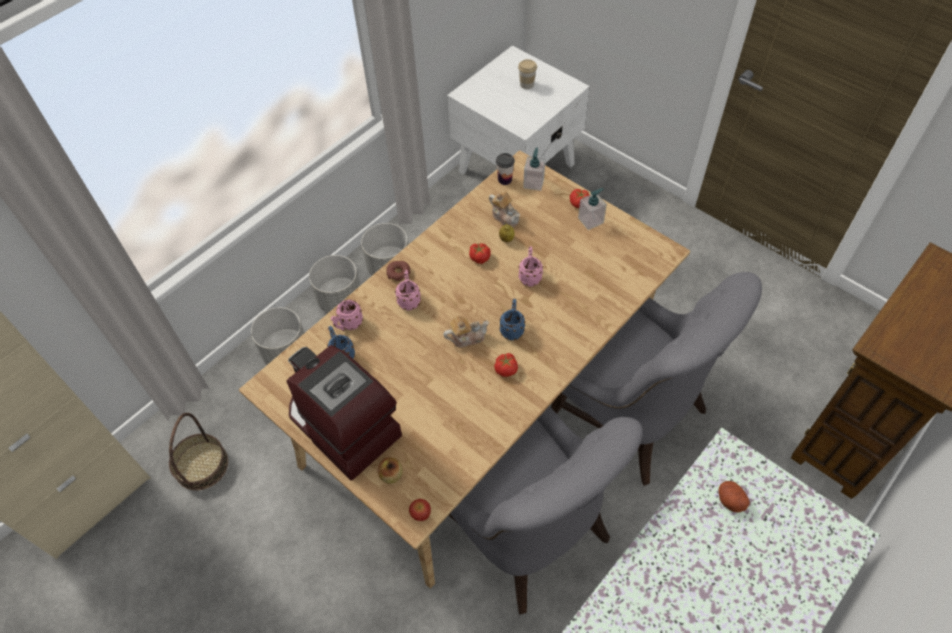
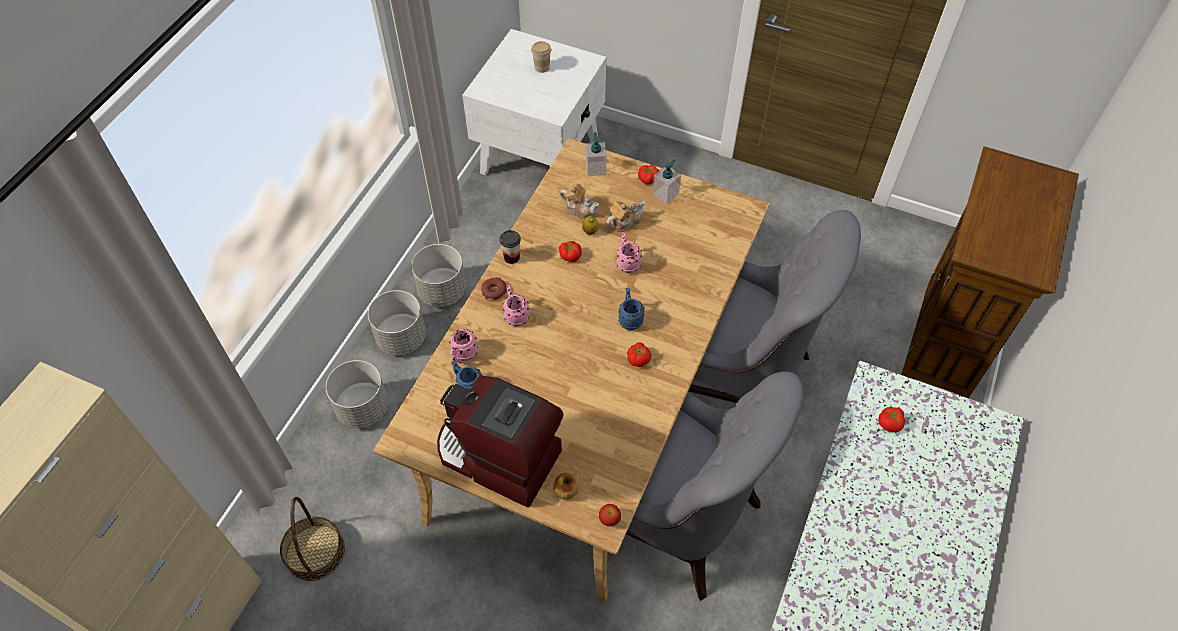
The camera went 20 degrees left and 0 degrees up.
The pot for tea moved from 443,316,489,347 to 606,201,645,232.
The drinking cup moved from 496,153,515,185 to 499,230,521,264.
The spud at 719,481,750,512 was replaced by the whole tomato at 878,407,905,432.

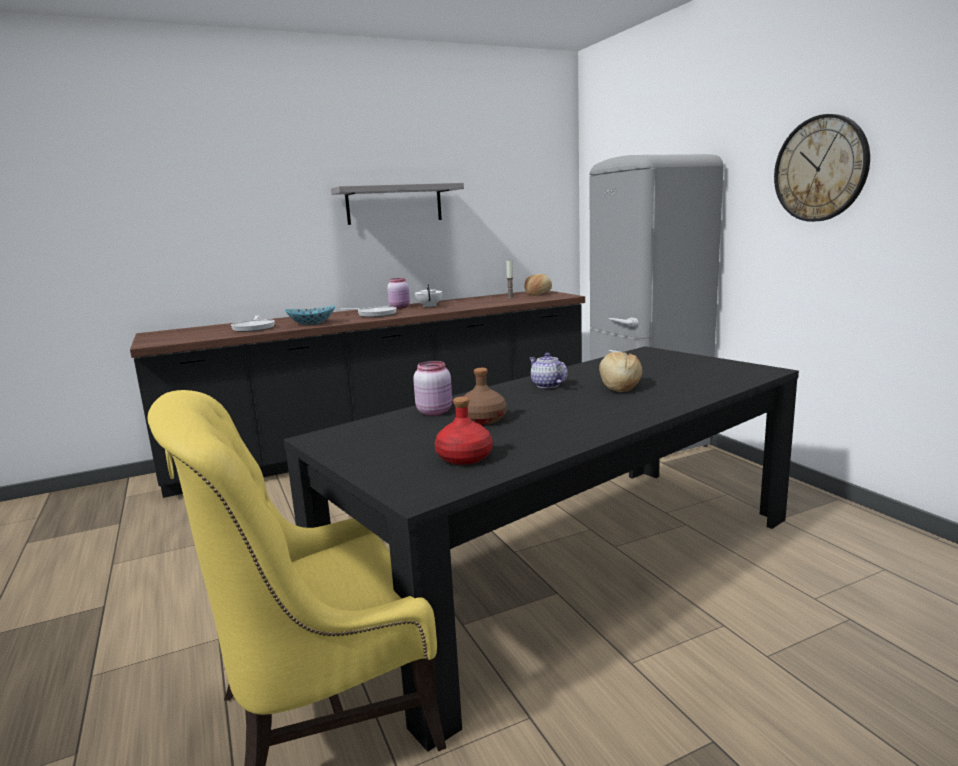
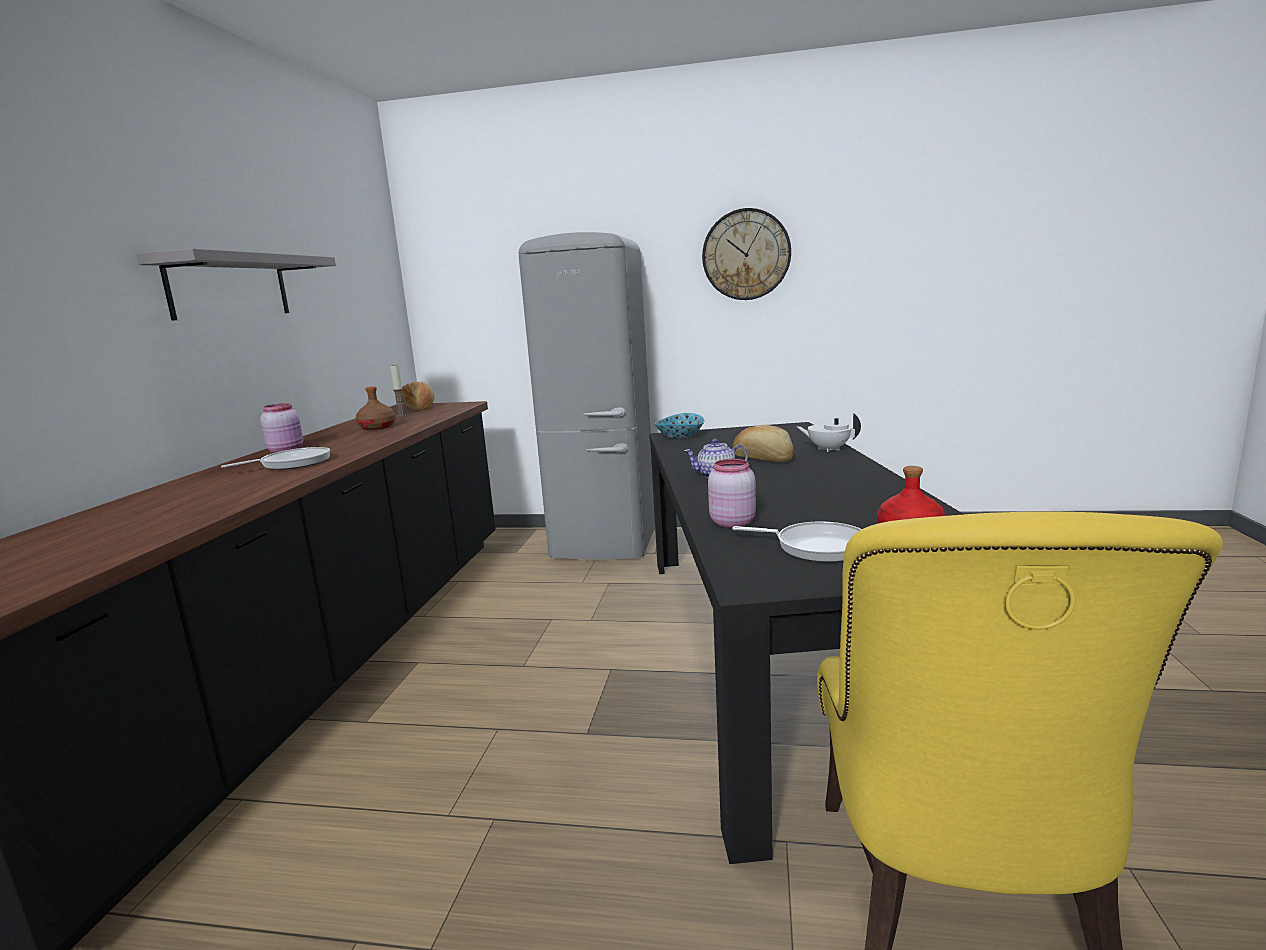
The camera went 55 degrees left and 0 degrees up.
The skillet moved from 231,315,275,332 to 732,521,862,562.
The deep dish moved from 285,306,335,325 to 655,413,705,440.
The white pot for tea moved from 415,284,442,308 to 797,413,861,452.
The brownish bottle moved from 463,368,507,425 to 355,387,396,430.

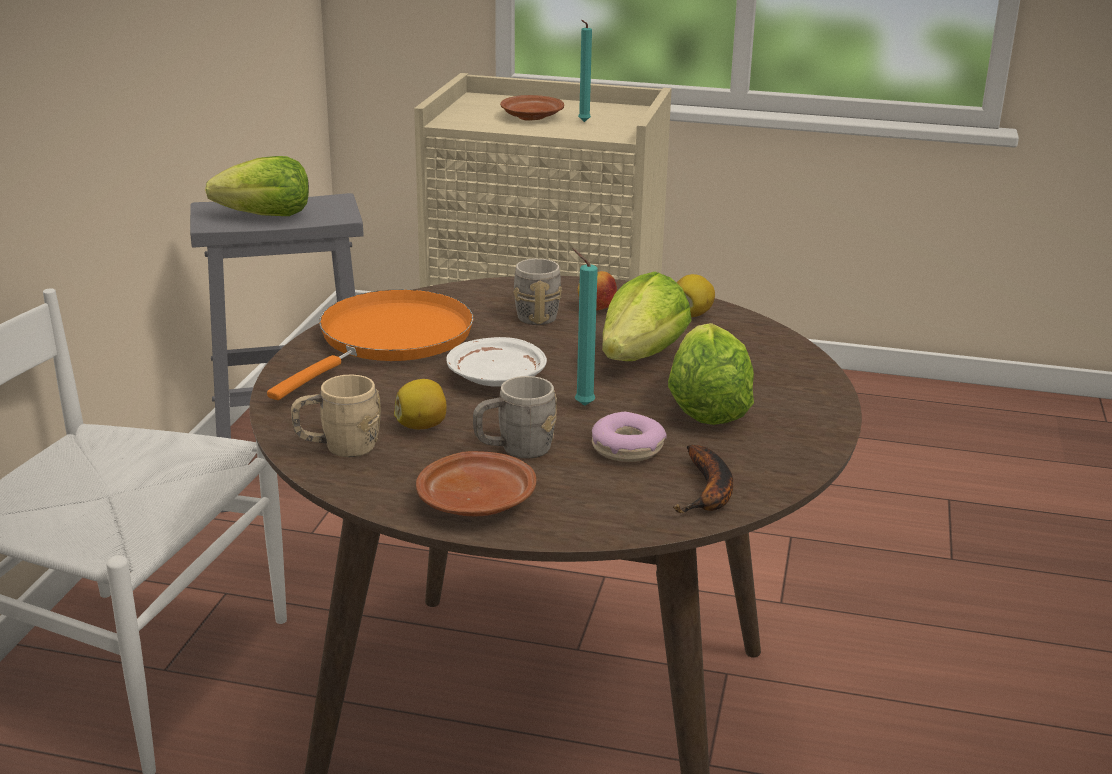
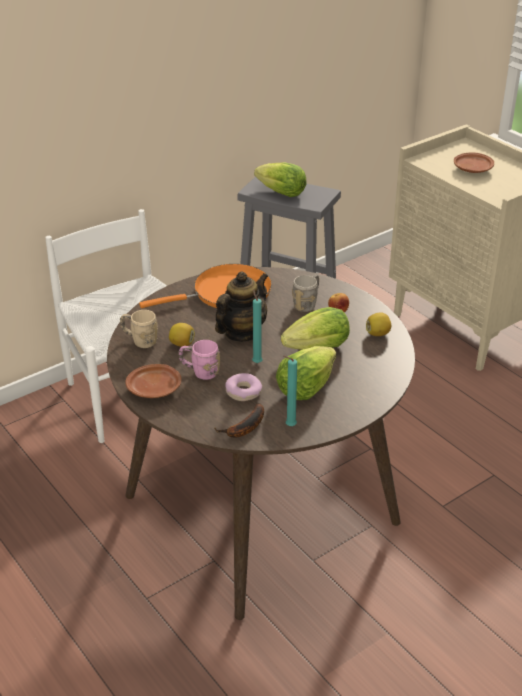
The camera went 40 degrees right and 10 degrees up.
The white plate at 446,337,547,387 was replaced by the pot for tea at 215,271,268,342.
The grey coffee mug at 473,376,557,459 became the pink-coloured coffee mug at 179,340,220,380.
The blue-green wax light moved from 578,20,592,122 to 284,356,297,426.

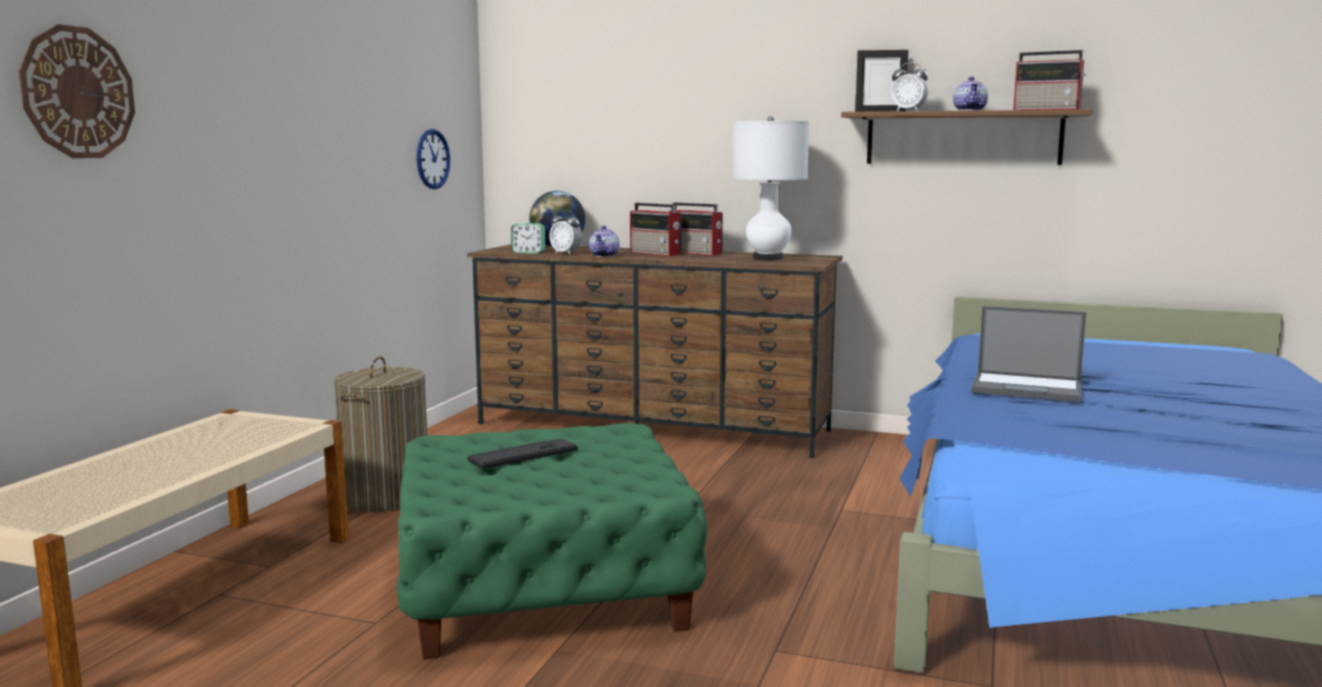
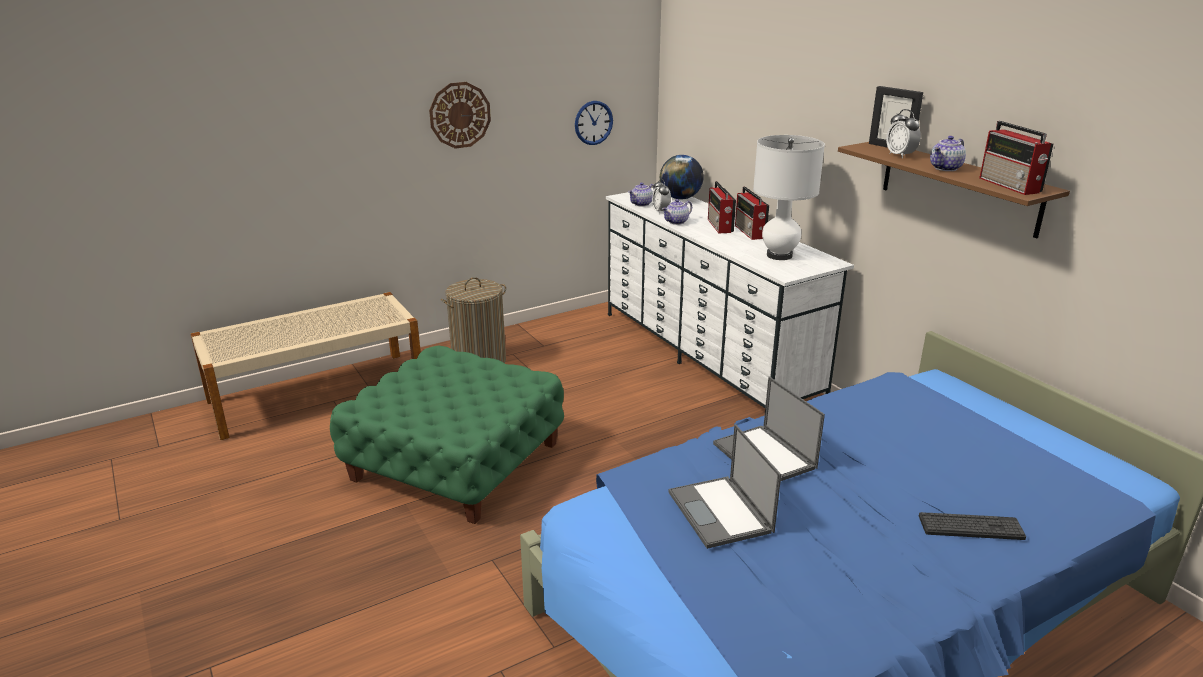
The camera went 40 degrees right and 15 degrees up.
The wall clock moved from 19,24,135,158 to 429,82,491,149.
The brownish drawer chest at 467,244,843,458 became the white drawer chest at 606,188,854,408.
The keyboard moved from 468,439,578,469 to 919,512,1026,540.
The table clock at 511,223,545,254 was replaced by the pot for tea at 628,182,655,207.
The laptop at 669,424,781,549 appeared.

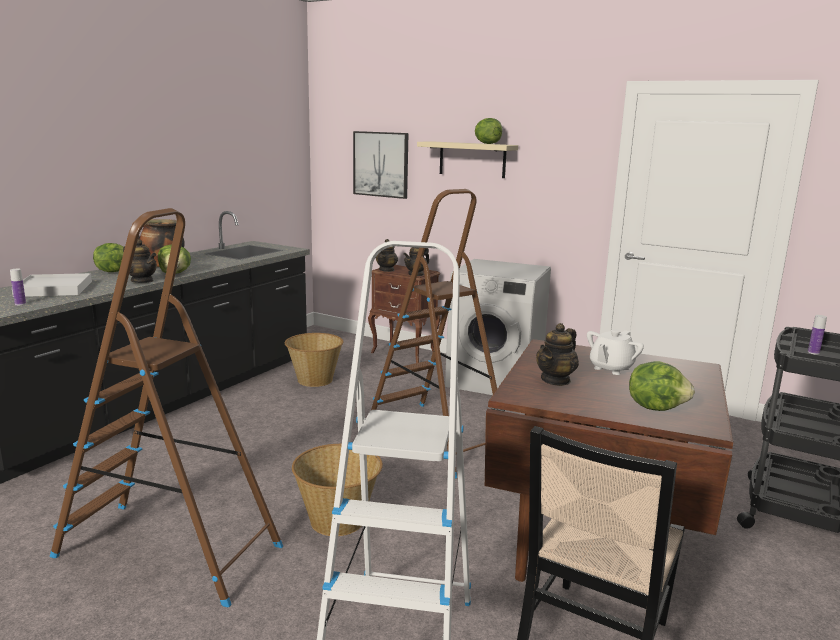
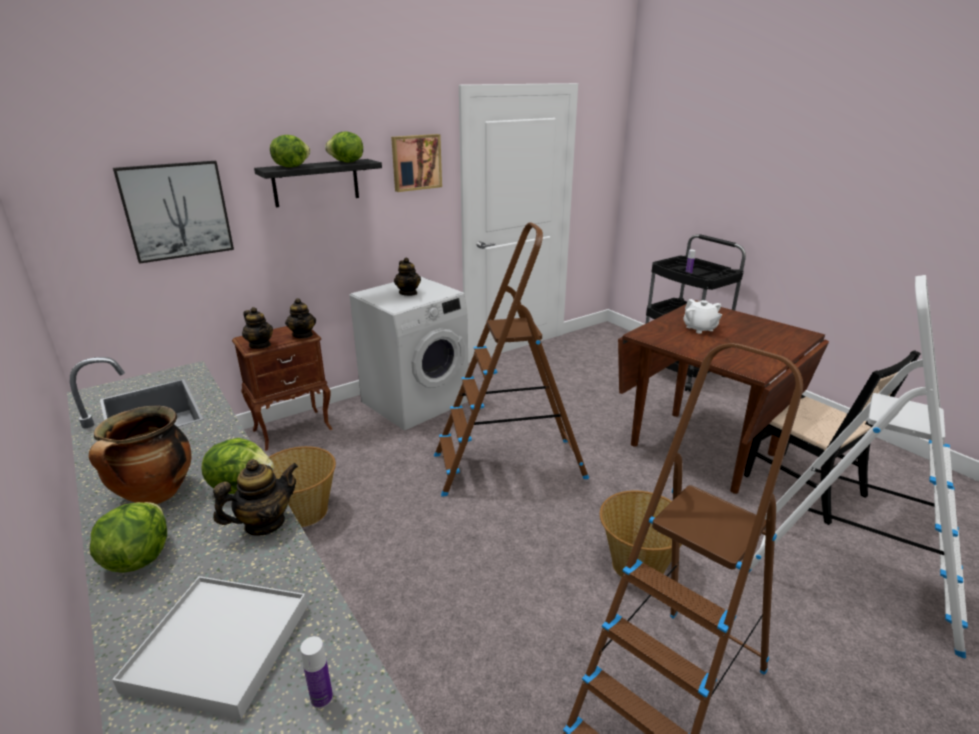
The camera went 65 degrees left and 10 degrees up.
The sand-coloured shelf at 417,141,518,178 became the blackish shelf at 254,159,382,207.
The pot for tea moved from 536,323,579,386 to 394,258,421,296.
The lettuce head moved from 629,361,695,411 to 270,135,311,167.
The wall art at 391,134,442,192 appeared.

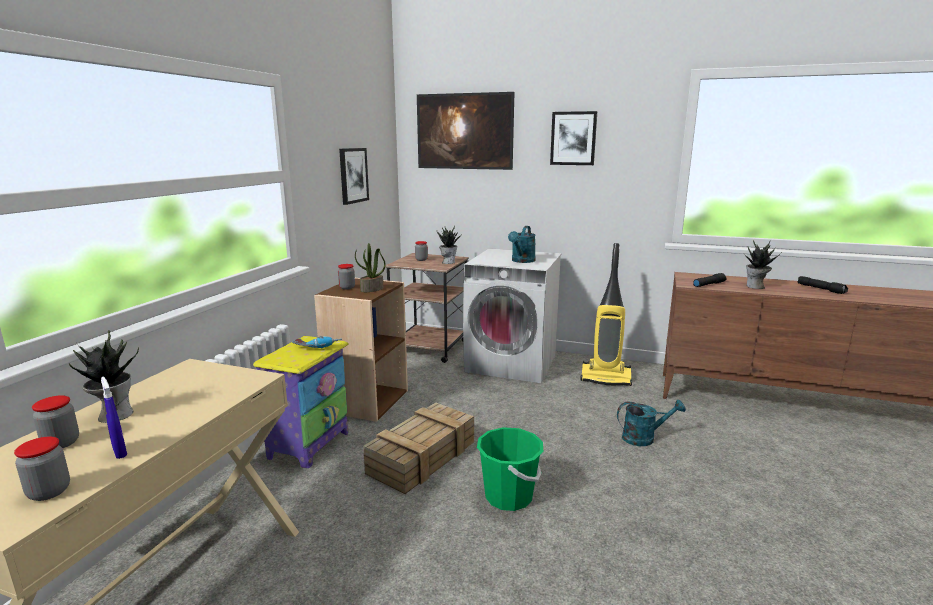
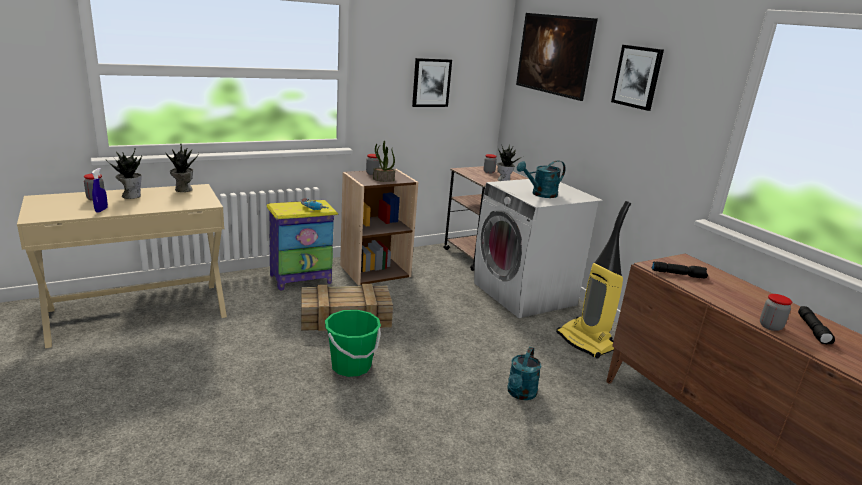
The camera went 40 degrees right and 5 degrees up.
The storage jar moved from 14,437,70,501 to 760,294,792,331.
The blue-green sprinkling can at 617,399,686,446 turned 75 degrees clockwise.
The plant in a pot moved from 745,240,781,289 to 166,143,199,192.

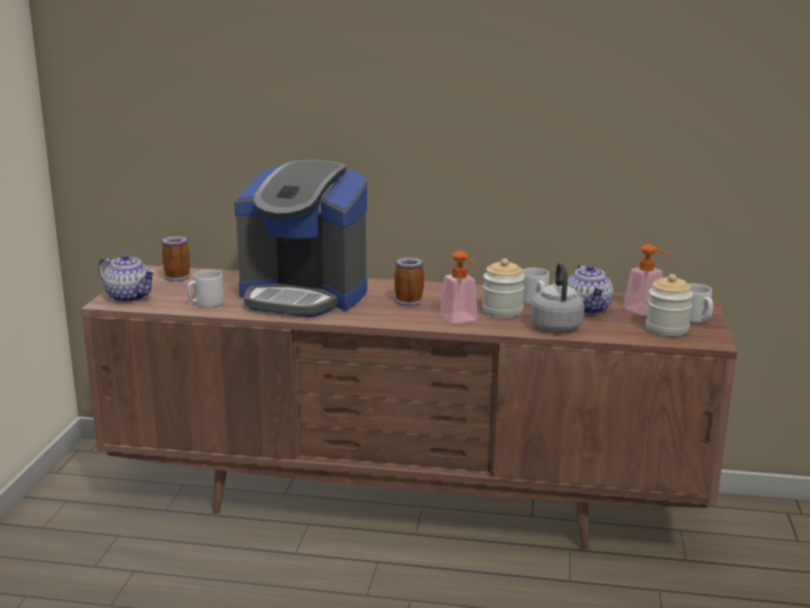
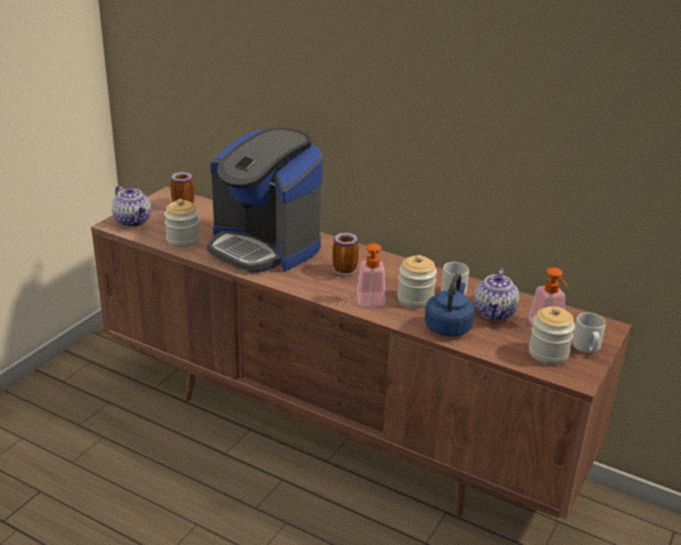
The camera went 20 degrees right and 10 degrees up.
The grey coffee mug at 187,270,224,308 was replaced by the storage jar at 164,199,200,248.
The grey kettle at 531,263,584,332 became the blue-coloured kettle at 425,273,474,337.

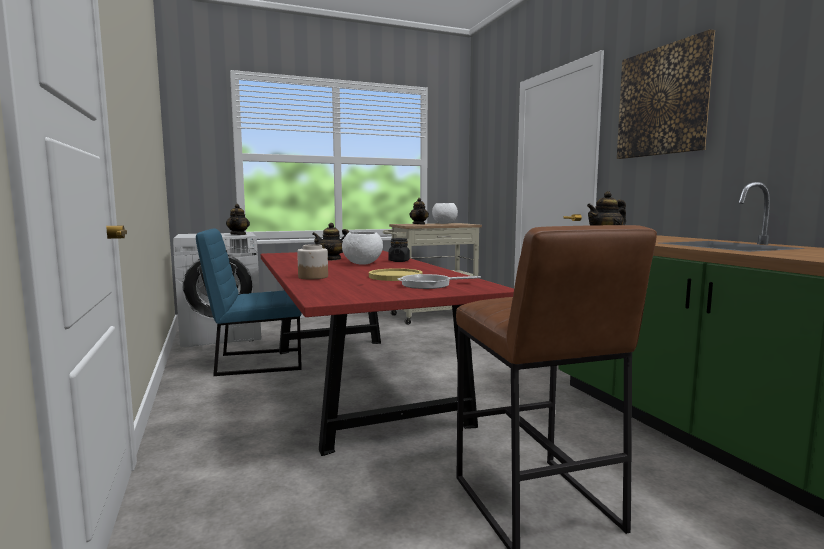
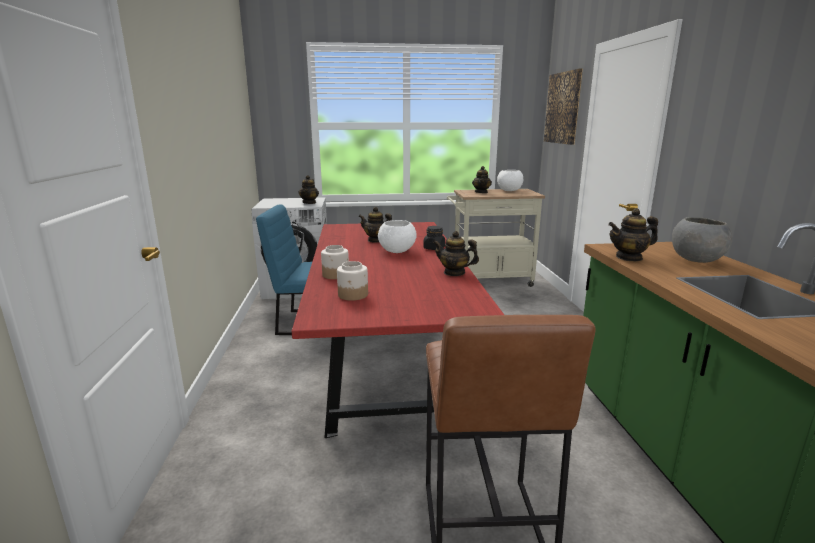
The camera went 15 degrees right and 10 degrees up.
The yellowish plate at 369,268,422,281 disappeared.
The skillet at 397,274,481,289 disappeared.
The wall art moved from 617,29,715,159 to 544,69,583,145.
The storage jar at 337,261,368,301 appeared.
The pot for tea at 433,231,479,276 appeared.
The grey deep dish at 672,217,732,263 appeared.

